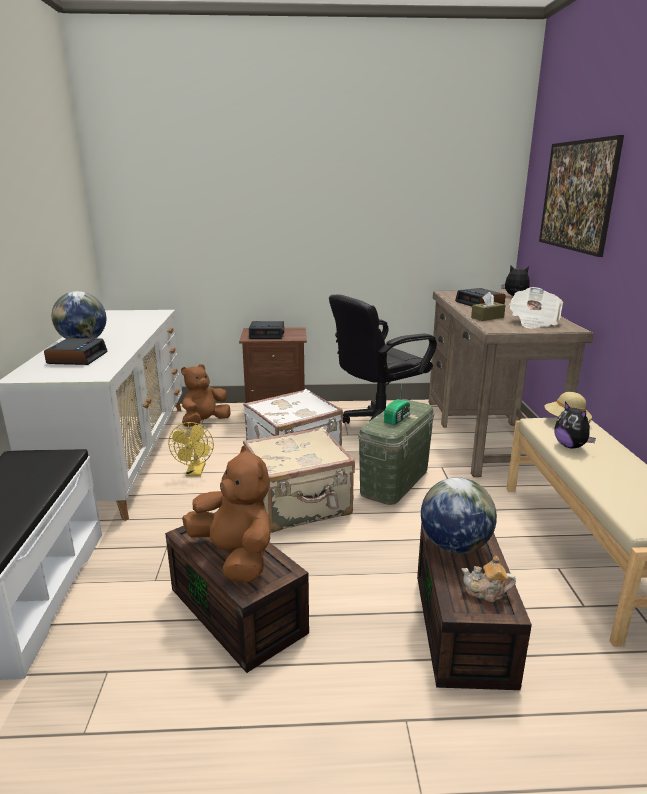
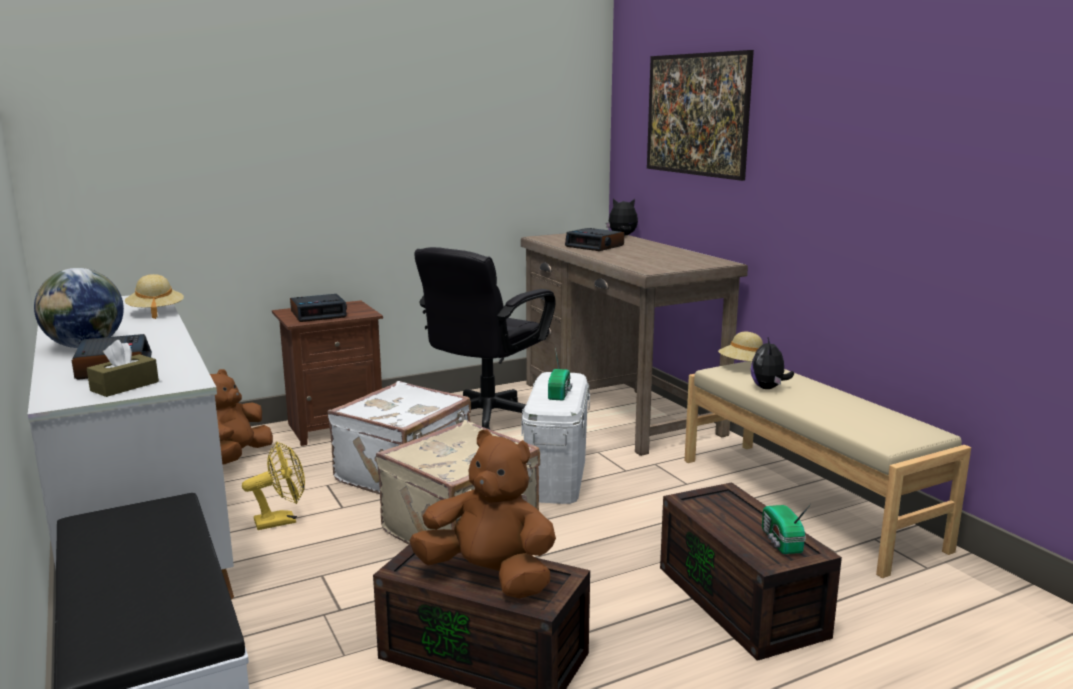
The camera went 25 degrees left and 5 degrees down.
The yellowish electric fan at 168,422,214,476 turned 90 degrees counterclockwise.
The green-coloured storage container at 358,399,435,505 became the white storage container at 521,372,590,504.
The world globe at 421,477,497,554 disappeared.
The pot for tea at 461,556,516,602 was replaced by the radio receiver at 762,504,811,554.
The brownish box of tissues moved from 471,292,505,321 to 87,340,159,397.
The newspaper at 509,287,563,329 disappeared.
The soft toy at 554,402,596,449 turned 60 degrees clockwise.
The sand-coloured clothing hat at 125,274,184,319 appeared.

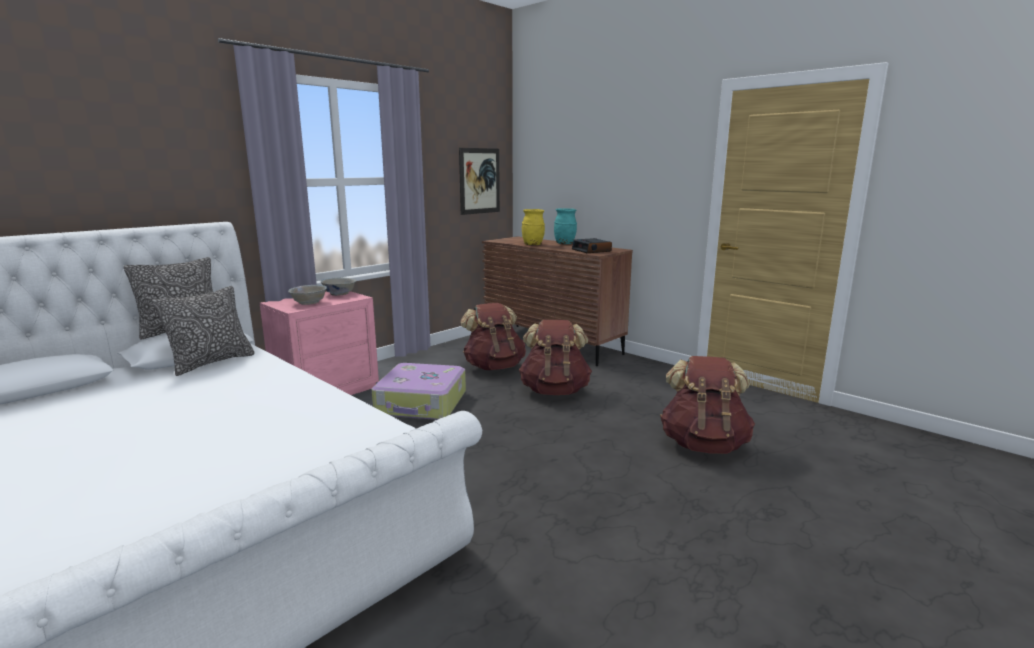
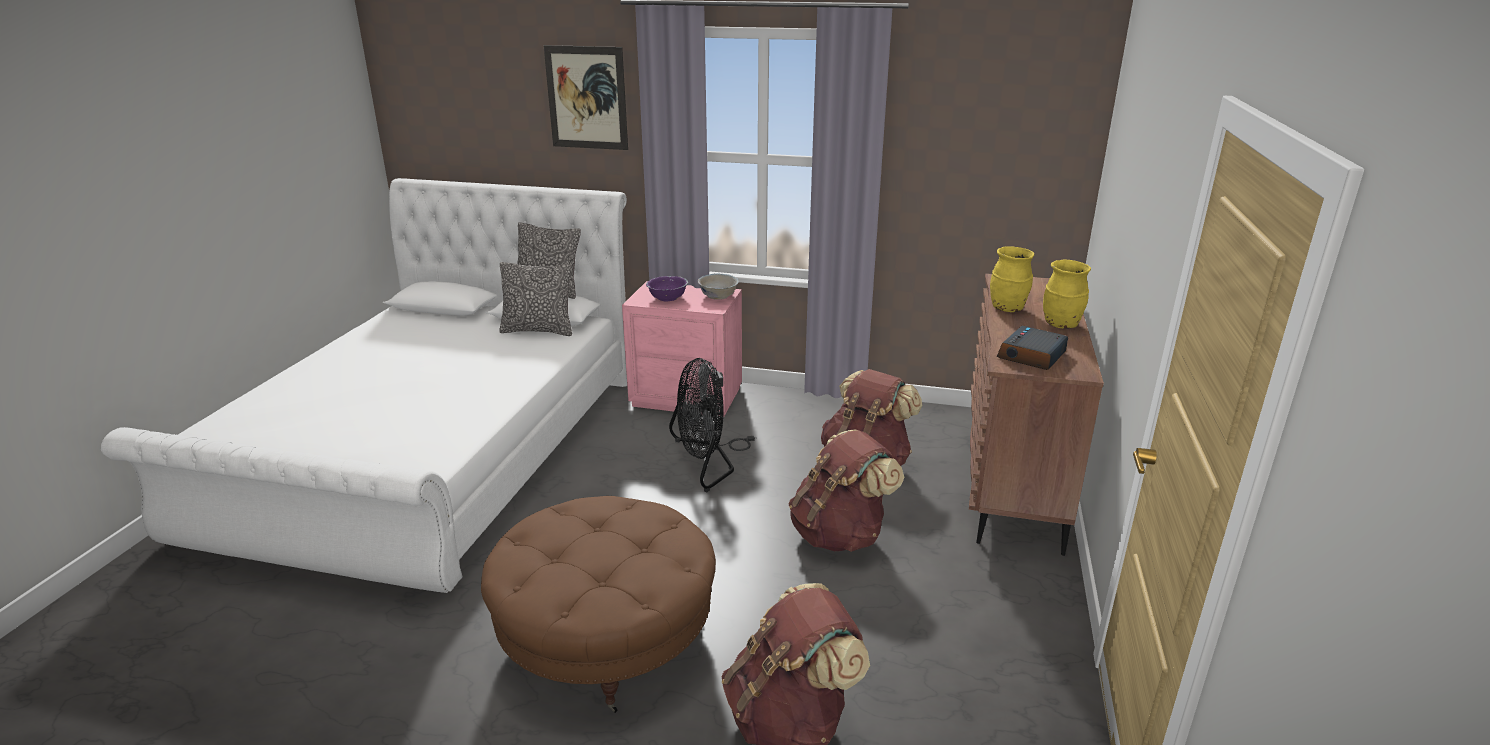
The camera went 60 degrees right and 10 degrees up.
The white deep dish at 288,285,327,305 became the purple deep dish at 646,276,688,301.
The suitcase at 372,363,466,420 was replaced by the blackish electric fan at 669,358,756,492.
The wall art moved from 459,148,500,215 to 544,45,628,150.
The blue-green flower vase at 554,209,577,244 became the yellowish flower vase at 1043,259,1091,329.
The brownish ottoman at 481,496,716,713 appeared.

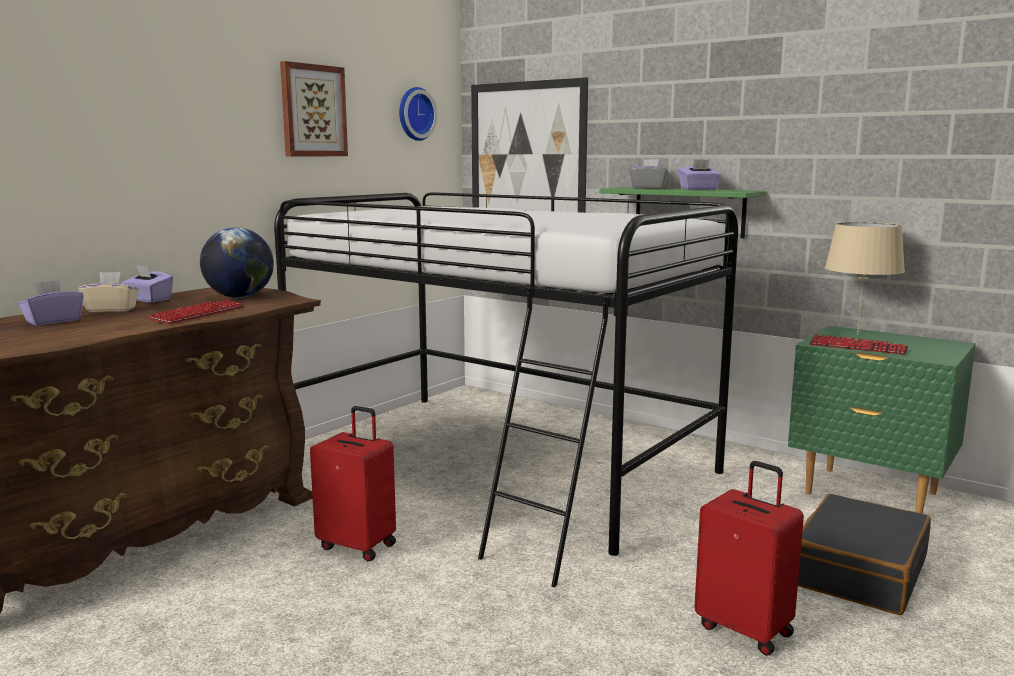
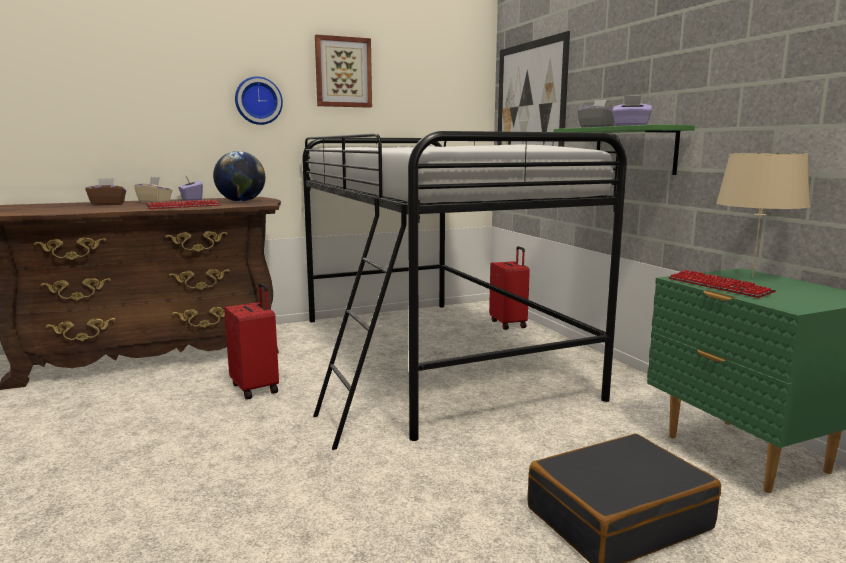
The camera went 30 degrees right and 0 degrees up.
The purple box of tissues at 18,280,84,325 became the brownish box of tissues at 86,178,126,206.
The wall clock moved from 399,87,437,141 to 235,76,283,125.
The red-coloured suitcase moved from 694,461,804,656 to 489,246,530,330.

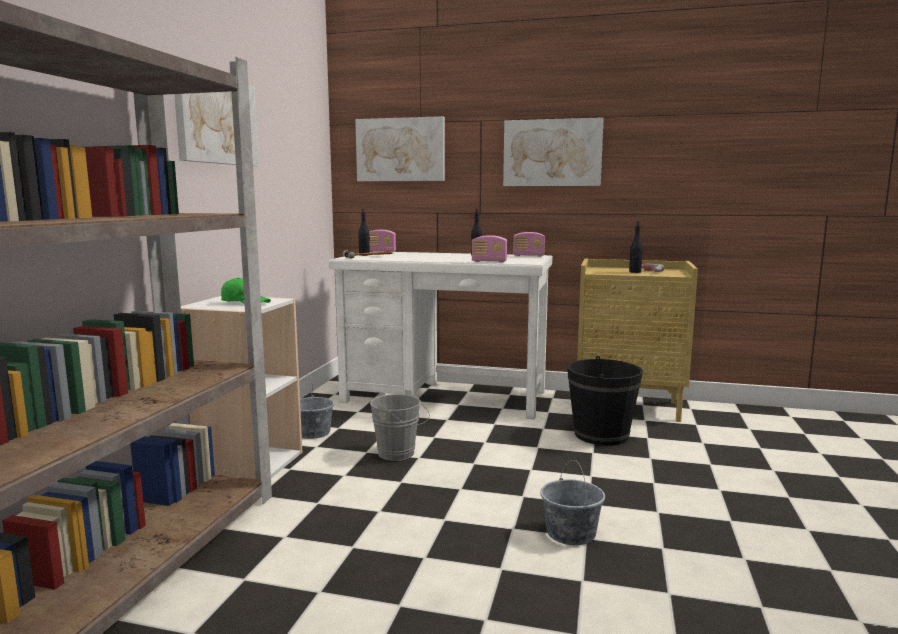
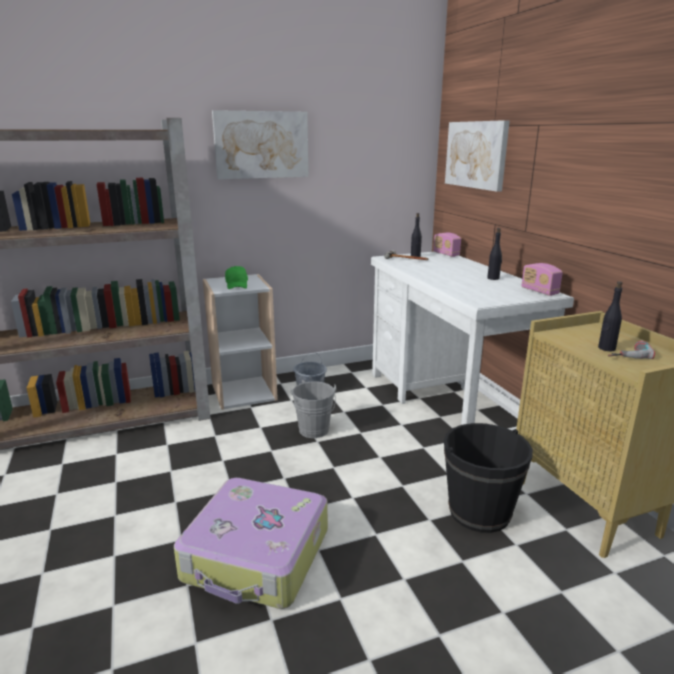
The camera went 55 degrees right and 10 degrees up.
The radio receiver at 471,235,507,262 disappeared.
The wall art at 503,117,604,186 disappeared.
The grey water bucket at 540,460,605,545 was replaced by the suitcase at 174,478,328,609.

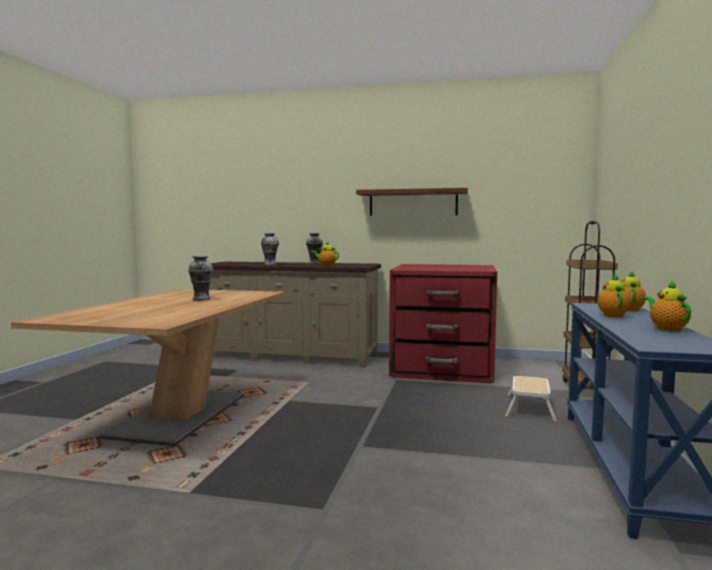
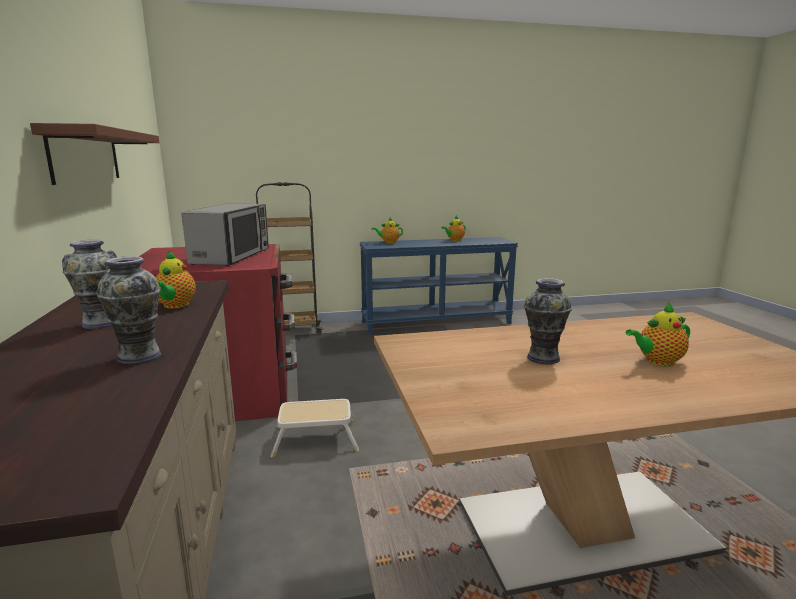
The camera went 115 degrees left and 10 degrees up.
The sand-coloured step ladder moved from 505,376,557,422 to 270,399,359,457.
The pot for tea moved from 598,274,631,317 to 626,303,690,366.
The kitchen microwave at 181,204,269,266 appeared.

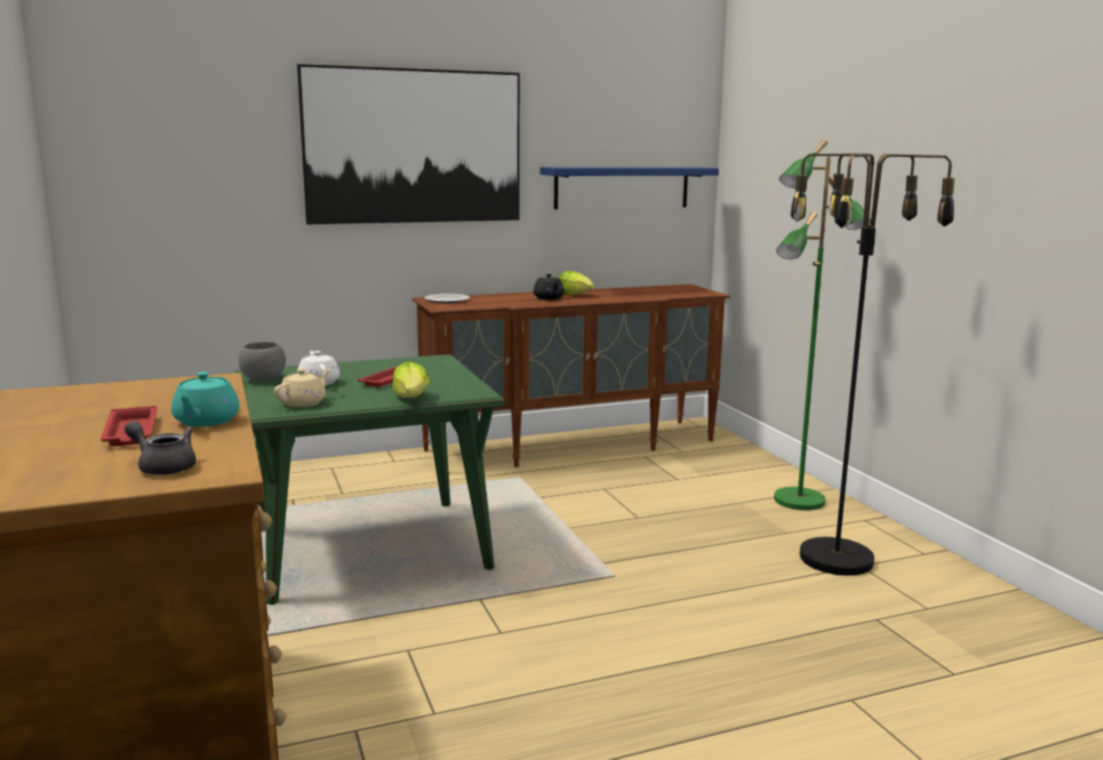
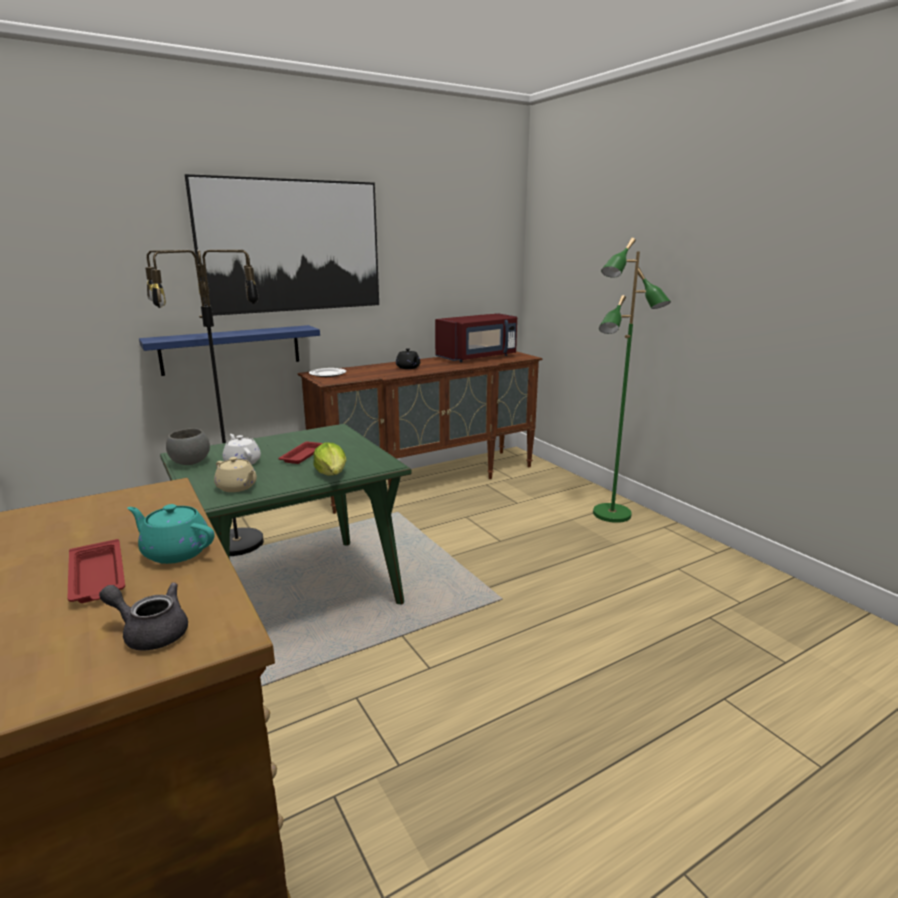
The camera went 10 degrees left and 5 degrees up.
The blue-green pot for tea at 171,372,240,427 turned 120 degrees clockwise.
The sand-coloured pot for tea at 274,369,331,407 turned 105 degrees clockwise.
The blue-coloured shelf moved from 540,167,719,209 to 139,325,320,376.
The lettuce head at 559,271,594,295 disappeared.
The standard lamp moved from 791,154,955,576 to 145,249,264,556.
The red-coloured kitchen microwave at 435,313,517,362 appeared.

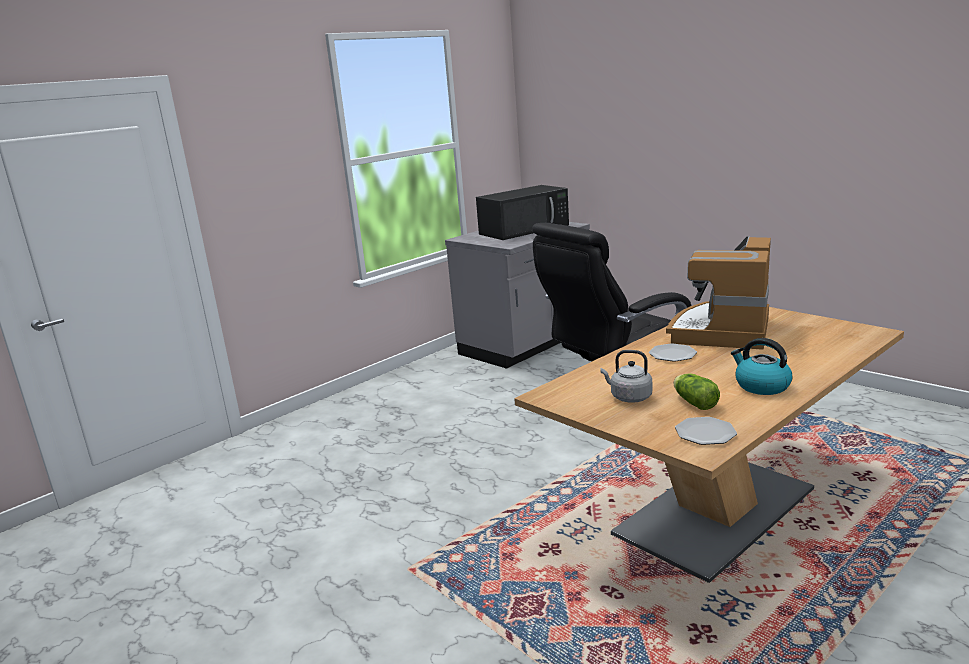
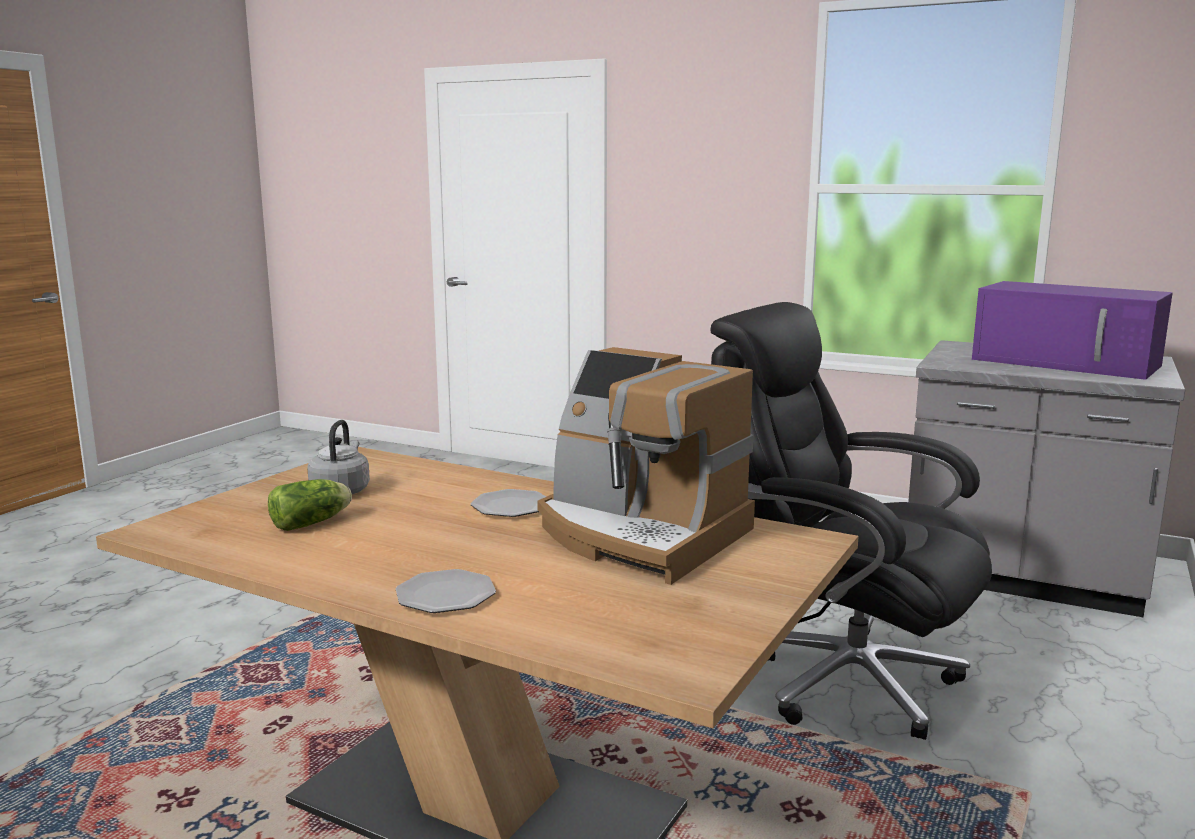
The camera went 70 degrees right and 5 degrees down.
The blackish kitchen microwave at 476,185,569,240 became the purple kitchen microwave at 972,281,1173,380.
The coffee maker at 666,236,771,350 turned 150 degrees counterclockwise.
The plate moved from 675,417,737,445 to 395,569,496,613.
The kettle at 731,338,792,395 disappeared.

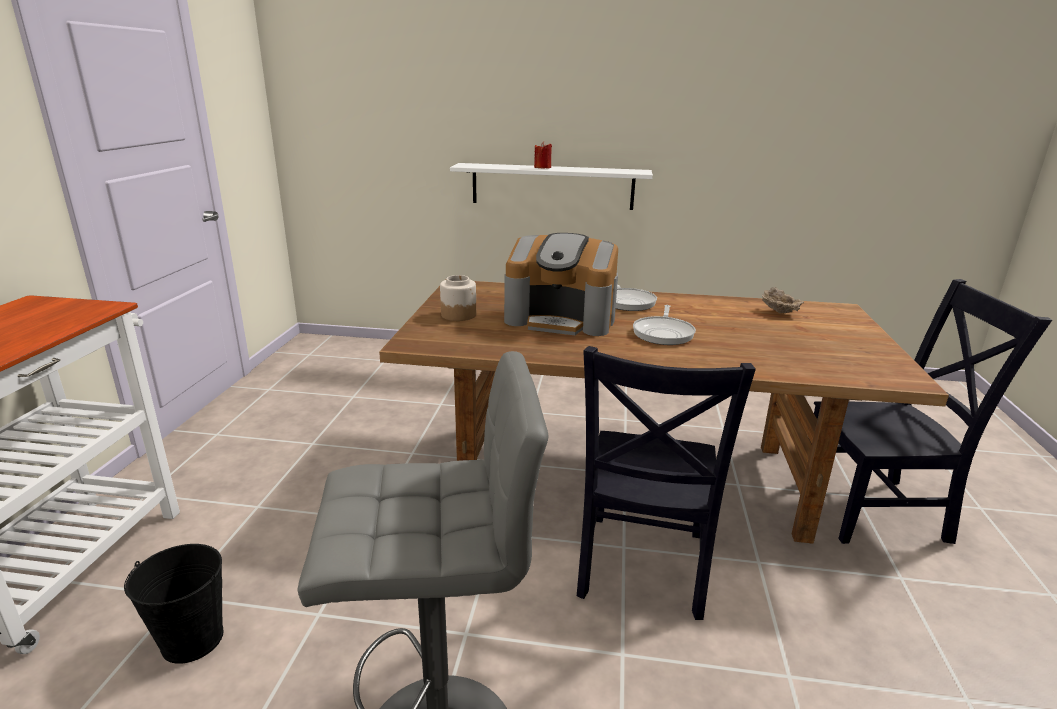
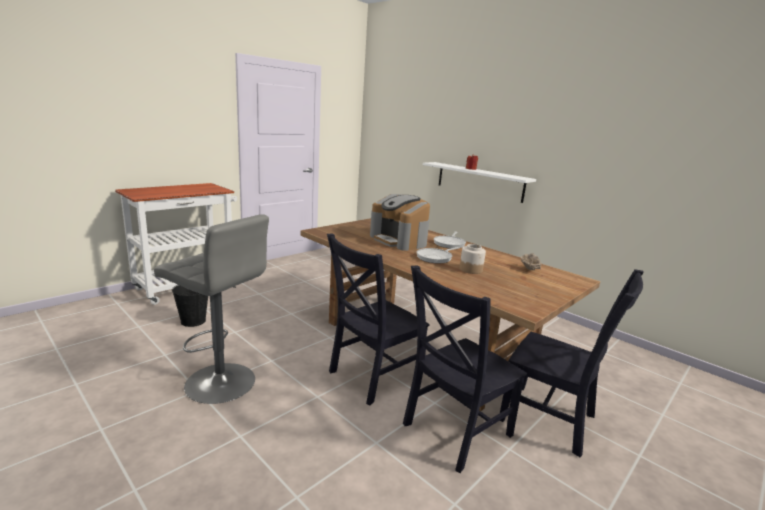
The camera went 35 degrees right and 5 degrees down.
The storage jar moved from 440,275,476,321 to 460,244,486,274.
The blackish plain chair at 403,265,528,473 appeared.

